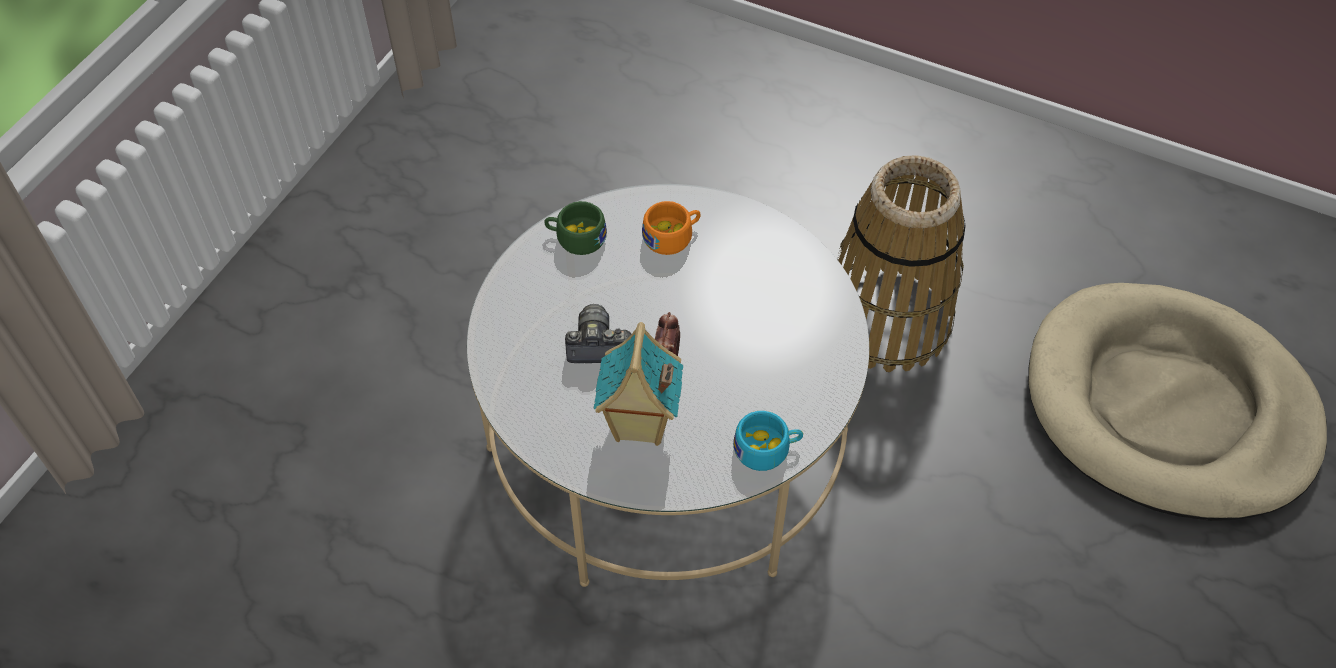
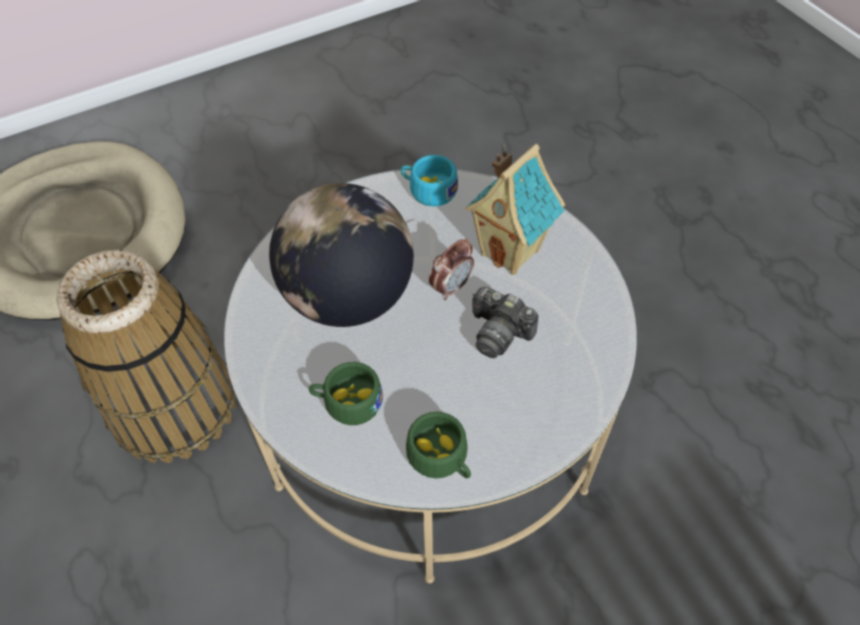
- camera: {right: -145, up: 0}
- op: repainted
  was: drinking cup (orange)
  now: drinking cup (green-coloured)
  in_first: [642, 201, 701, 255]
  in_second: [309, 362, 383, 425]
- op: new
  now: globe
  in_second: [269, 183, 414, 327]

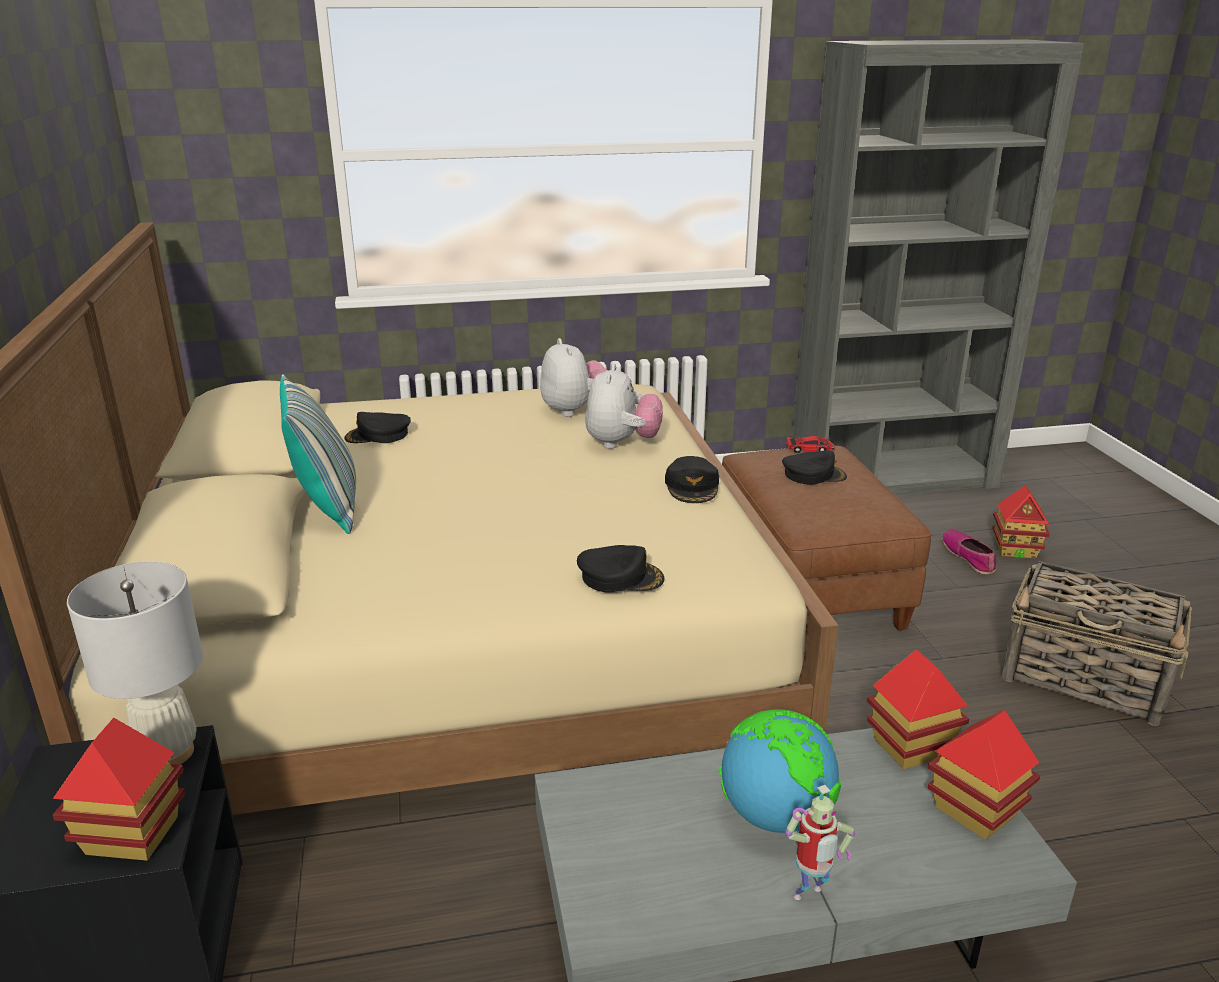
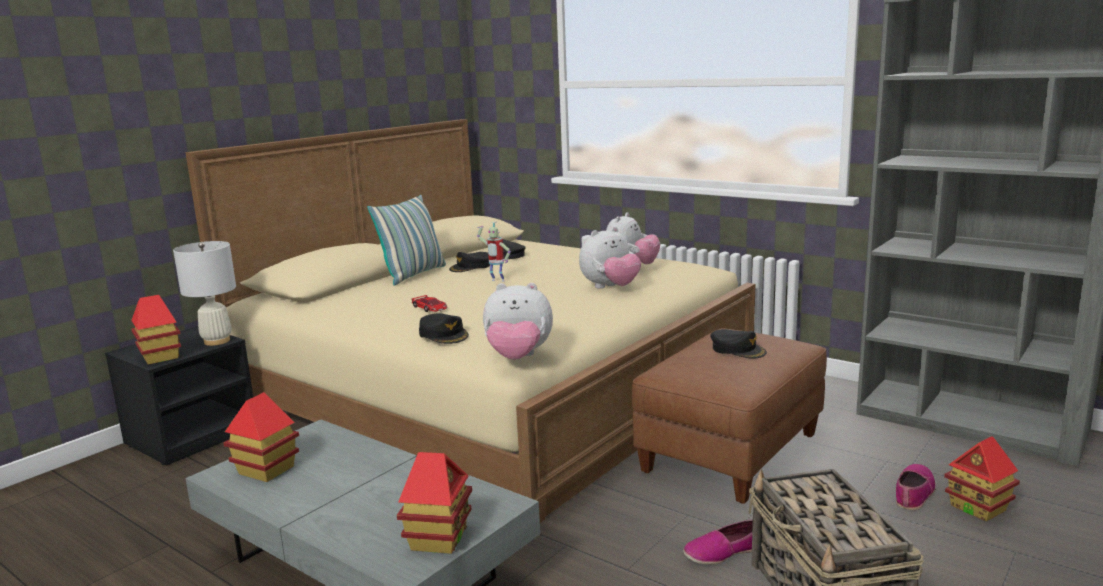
- camera: {right: 50, up: -10}
- op: shifted
  was: peaked cap (blackish)
  in_first: [665, 456, 719, 503]
  in_second: [449, 252, 490, 272]
- op: gone
  was: globe
  in_first: [719, 709, 841, 833]
- op: shifted
  was: model robot
  in_first: [785, 785, 855, 900]
  in_second: [477, 222, 511, 282]
- op: shifted
  was: miniature car
  in_first: [786, 436, 835, 453]
  in_second: [411, 295, 448, 312]
- op: shifted
  was: toy house
  in_first: [867, 649, 969, 769]
  in_second: [224, 392, 299, 482]
- op: new
  now: plush toy
  in_second: [483, 283, 553, 360]
- op: new
  now: low shoe
  in_second: [683, 520, 753, 565]

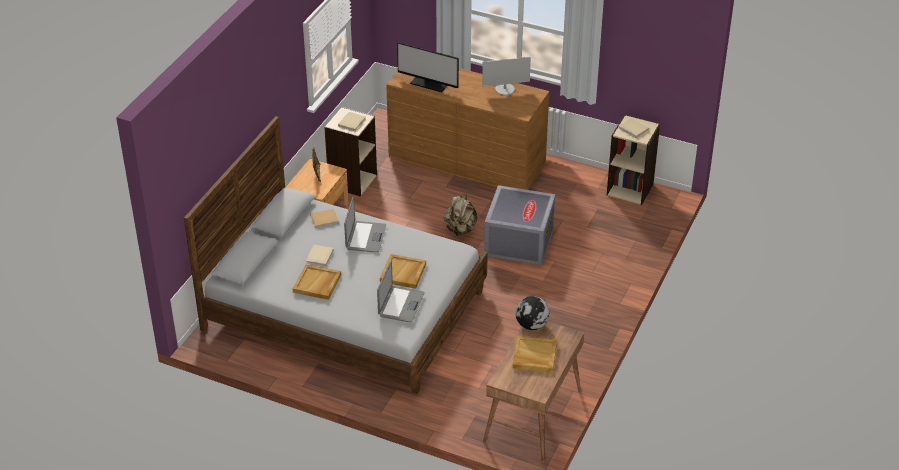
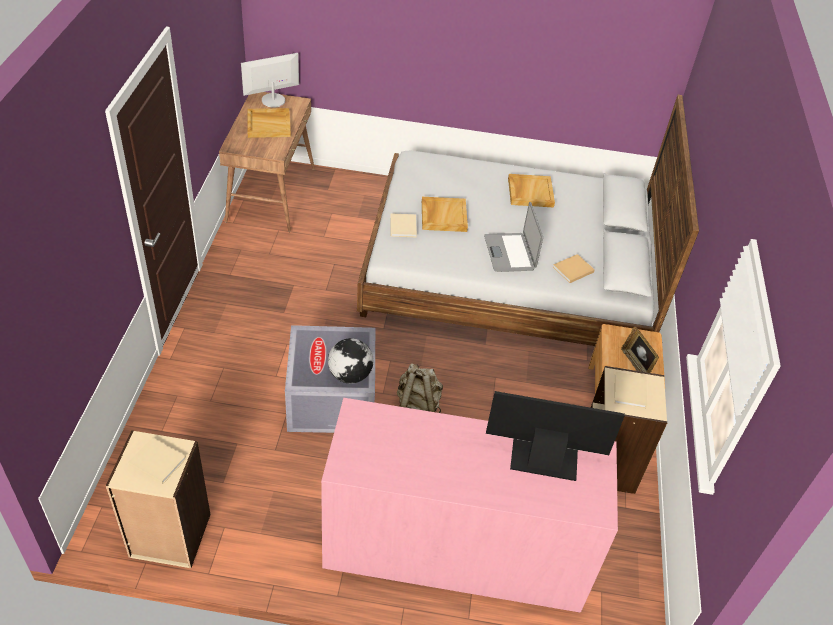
- camera: {right: 160, up: 5}
- op: shifted
  was: book (beige)
  in_first: [306, 245, 334, 266]
  in_second: [390, 213, 417, 237]
- op: gone
  was: portable computer
  in_first: [377, 261, 425, 322]
- op: repainted
  was: drawer chest (brownish)
  now: drawer chest (pinkish)
  in_first: [386, 68, 549, 190]
  in_second: [321, 398, 618, 613]
- op: shifted
  was: computer display
  in_first: [482, 56, 531, 95]
  in_second: [241, 53, 299, 108]
- op: shifted
  was: globe
  in_first: [515, 296, 550, 330]
  in_second: [328, 338, 374, 384]

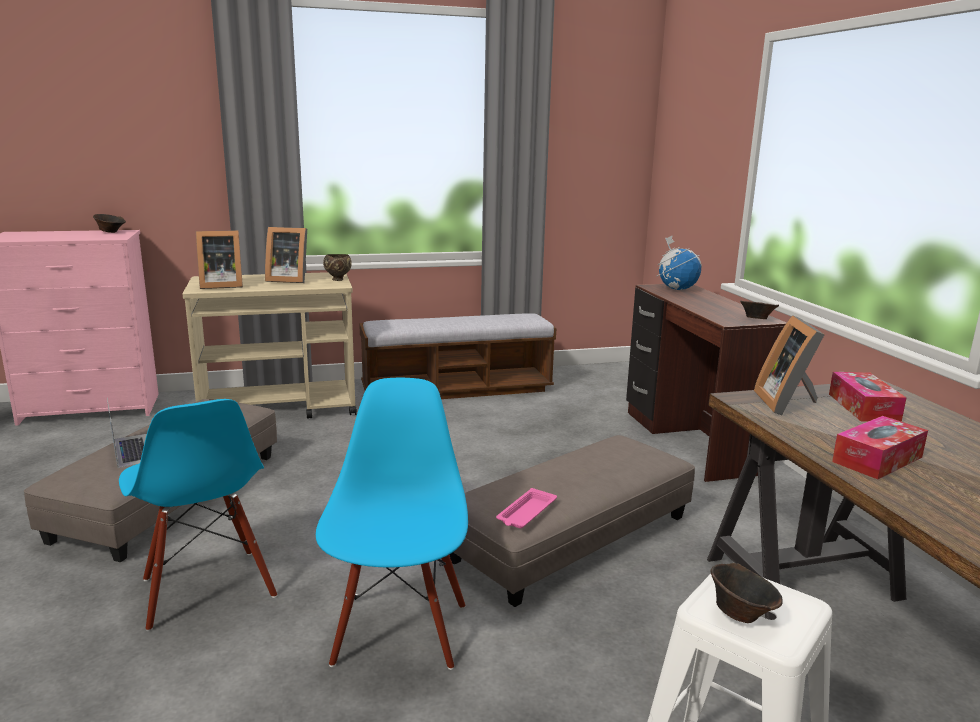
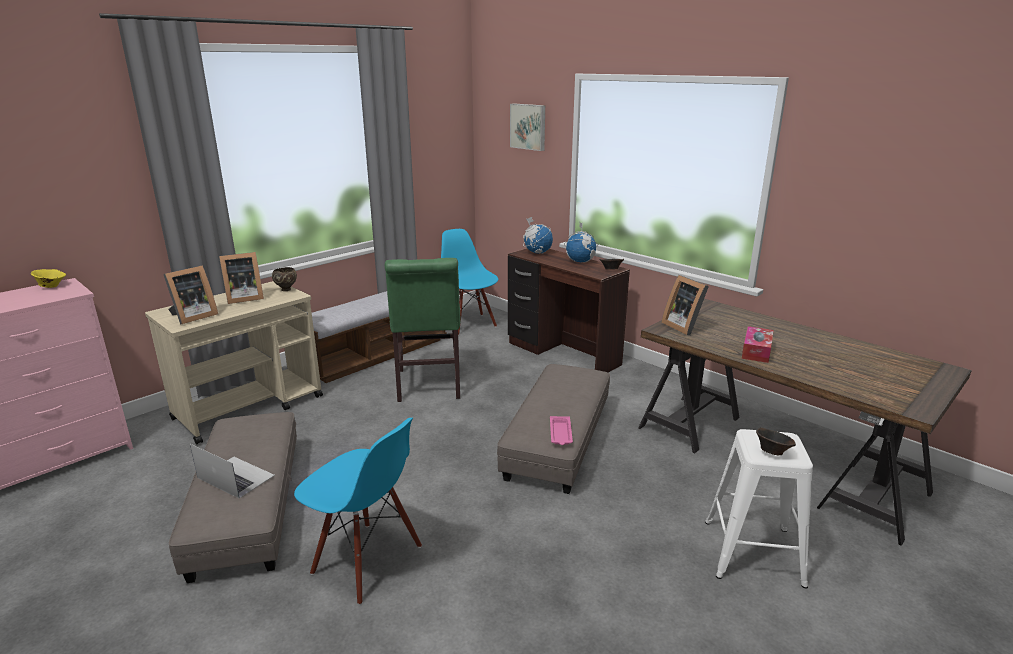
- camera: {right: -30, up: 5}
- op: repainted
  was: serving bowl (brownish)
  now: serving bowl (yellow)
  in_first: [93, 214, 126, 233]
  in_second: [31, 269, 66, 288]
- op: shifted
  was: chair (bluish)
  in_first: [316, 378, 468, 670]
  in_second: [441, 229, 498, 336]
- op: gone
  was: tissue box
  in_first: [829, 372, 906, 422]
- op: new
  now: chair (green-coloured)
  in_second: [385, 258, 460, 402]
- op: new
  now: wall art
  in_second: [510, 103, 545, 151]
- op: new
  now: globe
  in_second: [564, 222, 598, 263]

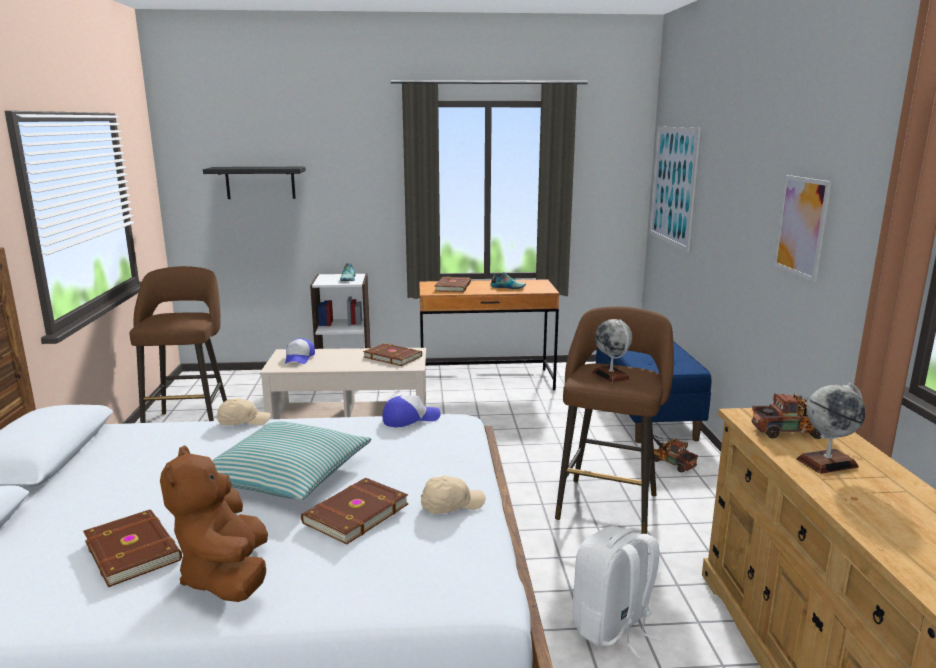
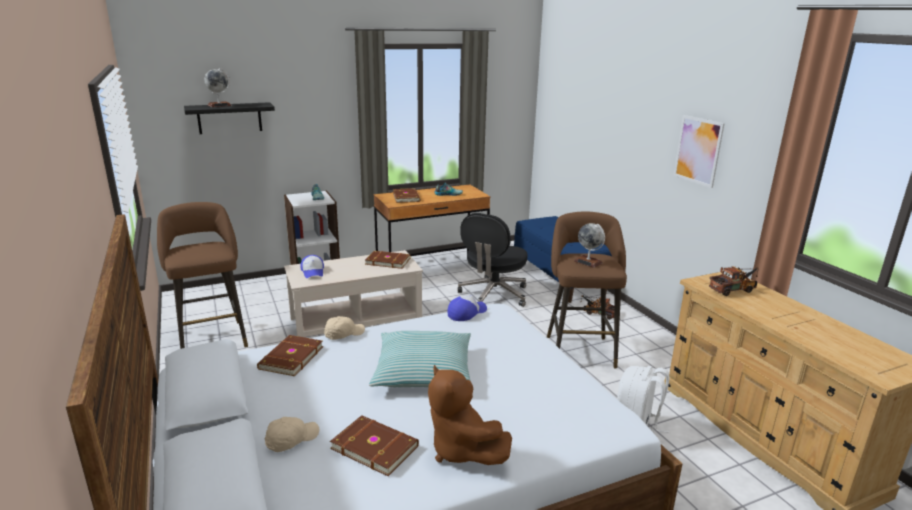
- camera: {right: -20, up: 5}
- op: shifted
  was: book (brownish)
  in_first: [301, 478, 408, 545]
  in_second: [257, 335, 323, 376]
- op: shifted
  was: peaked cap (beige)
  in_first: [421, 475, 485, 514]
  in_second: [265, 417, 319, 452]
- op: gone
  was: wall art
  in_first: [649, 127, 701, 252]
- op: shifted
  was: globe
  in_first: [797, 382, 866, 474]
  in_second: [204, 68, 232, 107]
- op: new
  now: desk chair (blackish)
  in_second: [457, 213, 528, 307]

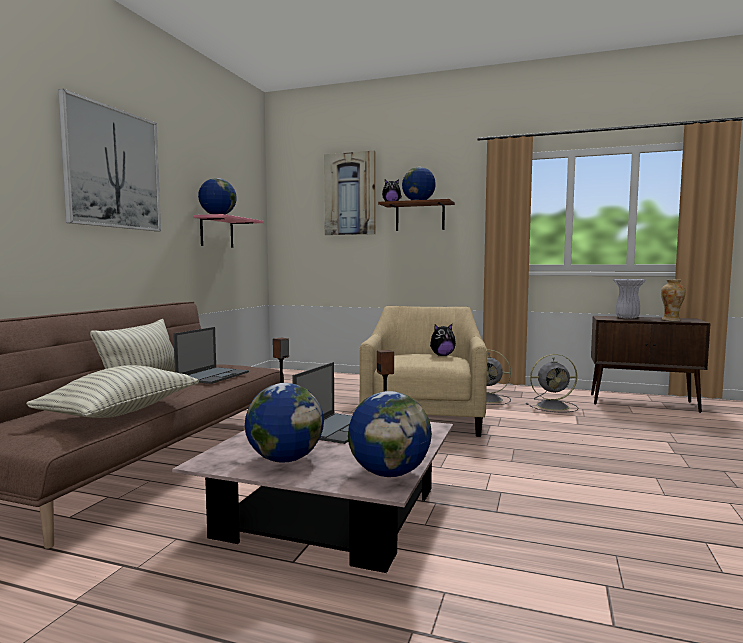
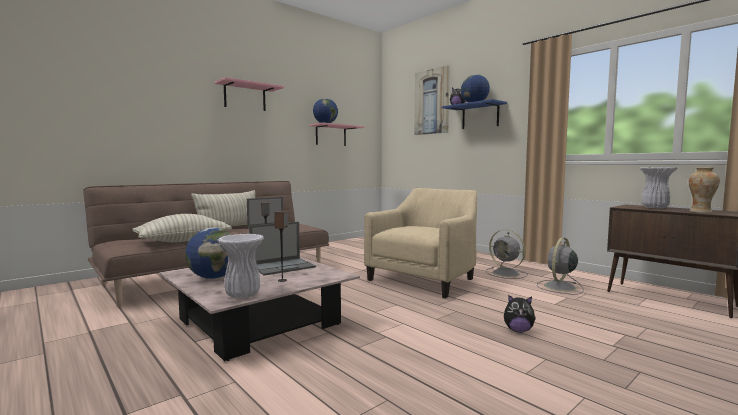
- camera: {right: 30, up: 0}
- op: swapped
  was: wall art
  now: bracket shelf (pinkish)
  in_first: [58, 89, 161, 231]
  in_second: [215, 77, 284, 111]
- op: swapped
  was: globe
  now: flower vase (white-coloured)
  in_first: [348, 391, 432, 477]
  in_second: [217, 234, 264, 298]
- op: repainted
  was: bracket shelf (brownish)
  now: bracket shelf (bluish)
  in_first: [378, 199, 455, 231]
  in_second: [442, 99, 507, 129]
- op: shifted
  was: plush toy
  in_first: [430, 324, 456, 356]
  in_second: [504, 295, 536, 332]
- op: rotated
  was: fan (greyish)
  in_first: [526, 354, 578, 412]
  in_second: [537, 237, 584, 295]
  clockwise: 105

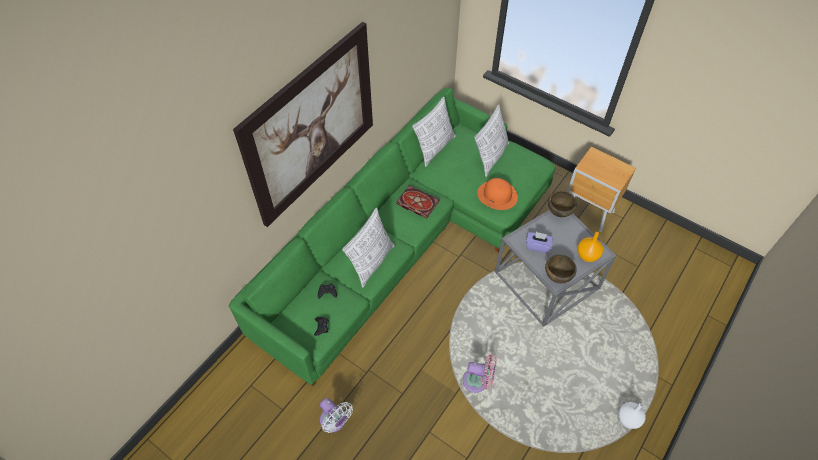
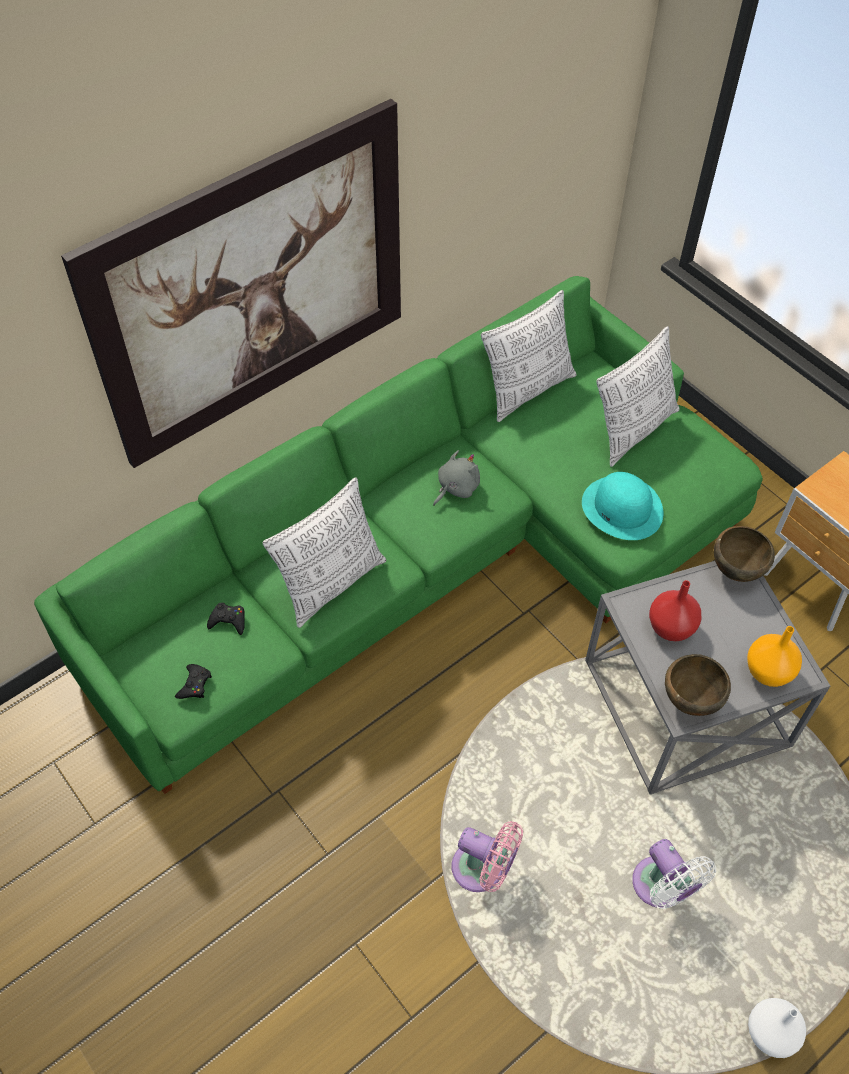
- camera: {right: 15, up: 0}
- op: shifted
  was: fan (white-coloured)
  in_first: [320, 398, 353, 433]
  in_second: [632, 839, 716, 909]
- op: swapped
  was: book
  now: plush toy (greyish)
  in_first: [397, 185, 440, 218]
  in_second: [433, 450, 480, 506]
- op: repainted
  was: wearable hat (orange)
  now: wearable hat (turquoise-coloured)
  in_first: [477, 178, 518, 210]
  in_second: [582, 472, 664, 540]
- op: swapped
  was: tissue box (purple)
  now: flower vase (red-coloured)
  in_first: [526, 232, 553, 253]
  in_second: [649, 580, 701, 641]

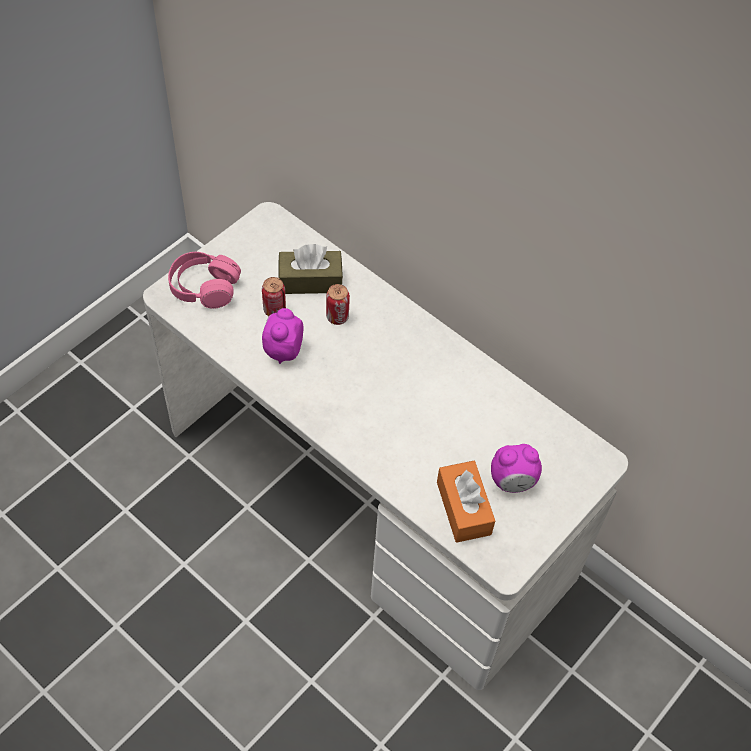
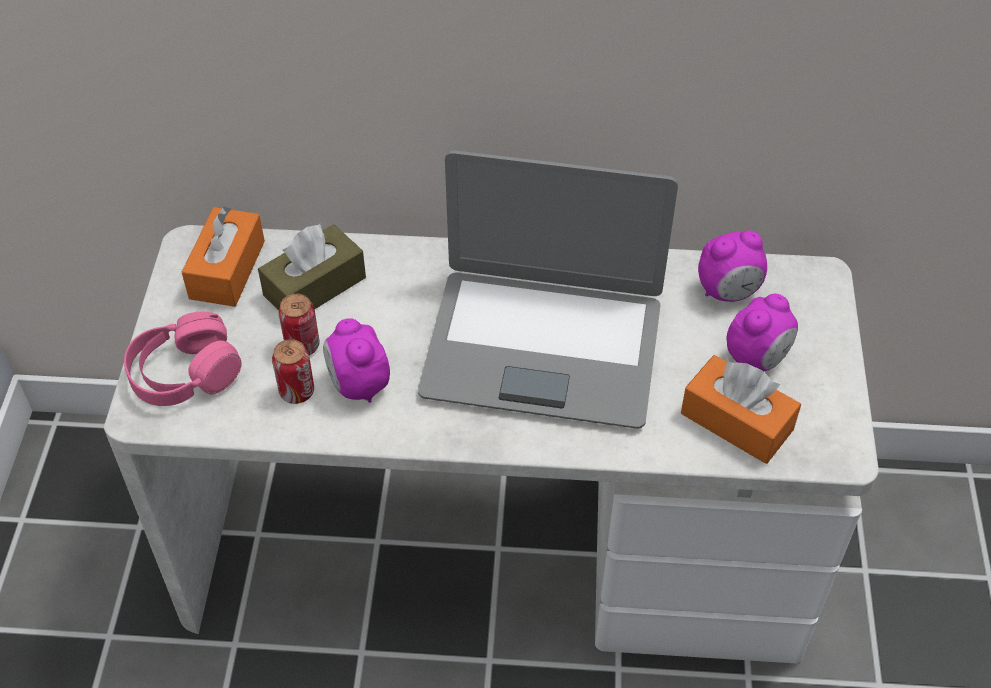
- camera: {right: -35, up: -5}
- op: shifted
  was: sealed can
  in_first: [326, 284, 350, 325]
  in_second: [272, 339, 314, 404]
- op: new
  now: tissue box (orange)
  in_second: [182, 207, 265, 307]
- op: new
  now: portable computer
  in_second: [418, 150, 678, 429]
- op: new
  now: table clock
  in_second: [698, 230, 767, 302]

